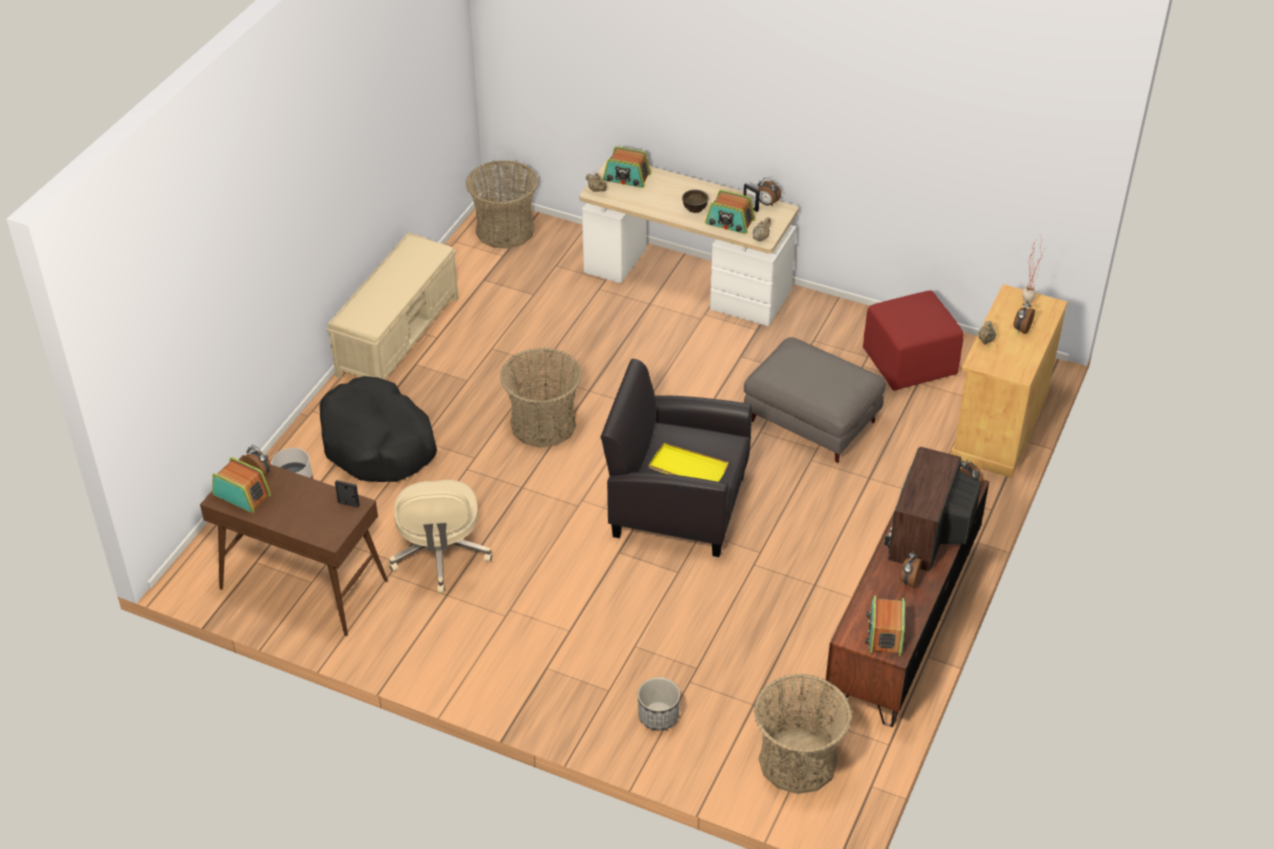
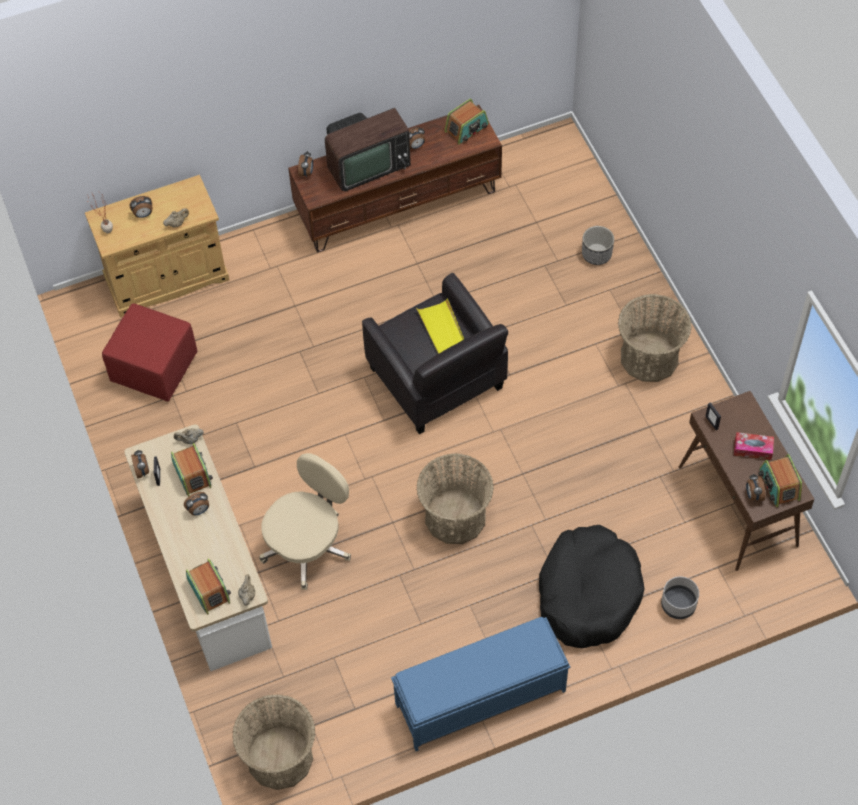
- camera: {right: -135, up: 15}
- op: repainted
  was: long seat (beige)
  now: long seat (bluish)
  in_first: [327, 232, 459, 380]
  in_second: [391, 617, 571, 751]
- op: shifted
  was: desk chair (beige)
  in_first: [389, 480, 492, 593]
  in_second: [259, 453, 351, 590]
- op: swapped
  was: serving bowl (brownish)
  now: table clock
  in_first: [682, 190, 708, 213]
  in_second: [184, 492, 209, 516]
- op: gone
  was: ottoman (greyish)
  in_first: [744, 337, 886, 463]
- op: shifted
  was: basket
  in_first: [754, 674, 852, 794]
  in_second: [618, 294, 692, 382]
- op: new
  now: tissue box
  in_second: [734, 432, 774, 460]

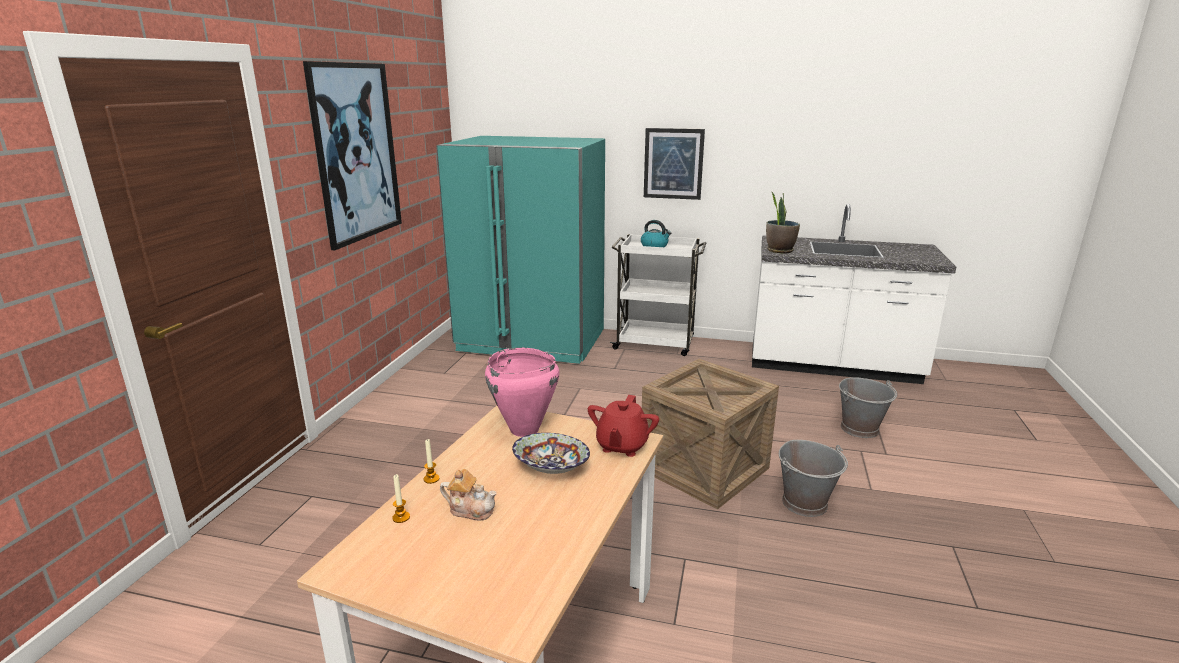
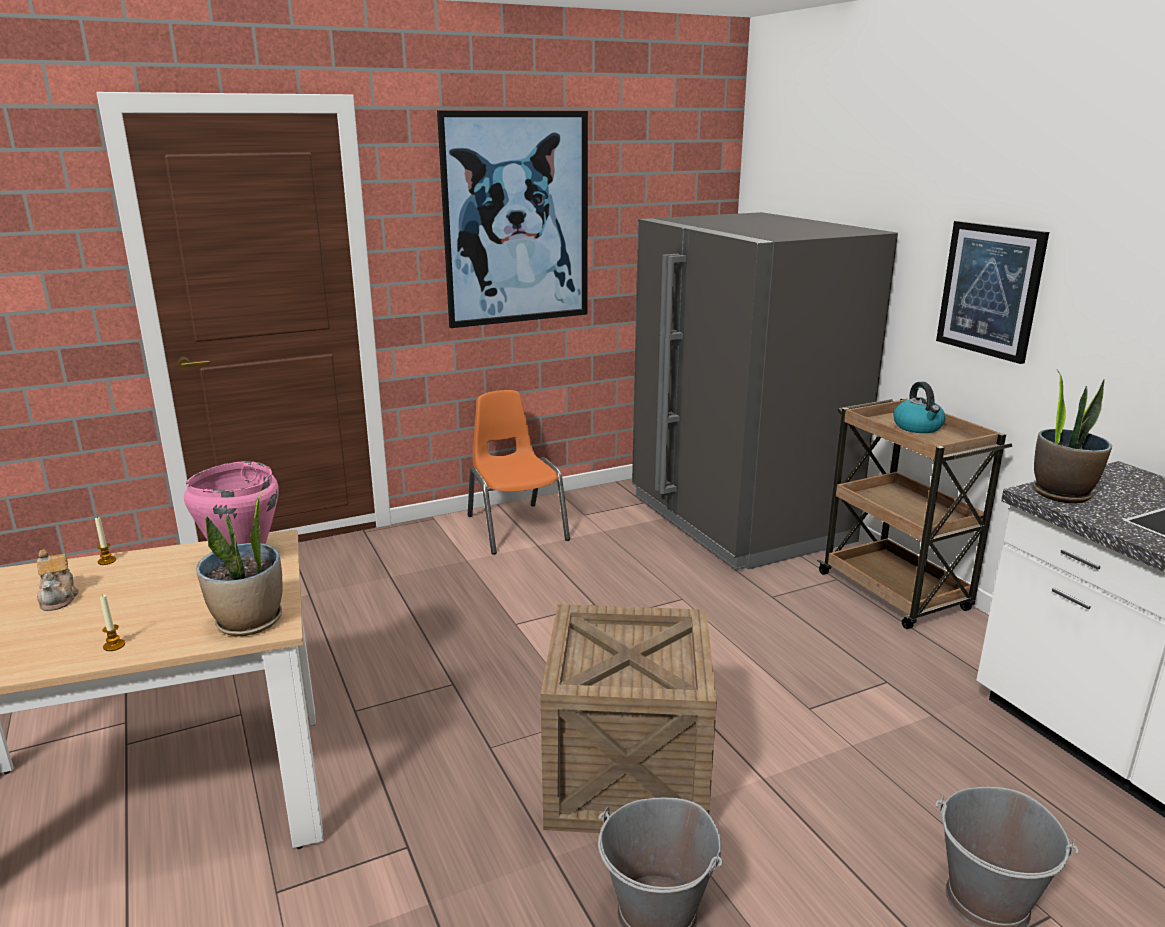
- camera: {right: 50, up: 0}
- op: shifted
  was: wax light
  in_first: [392, 474, 410, 523]
  in_second: [100, 594, 125, 651]
- op: repainted
  was: kitchen fridge (turquoise-coloured)
  now: kitchen fridge (greyish)
  in_first: [436, 136, 605, 364]
  in_second: [632, 212, 898, 570]
- op: gone
  was: serving bowl
  in_first: [512, 433, 590, 474]
- op: swapped
  was: pot for tea (red-coloured)
  now: houseplant
  in_first: [588, 395, 659, 457]
  in_second: [196, 492, 283, 636]
- op: repainted
  was: cart (white-coloured)
  now: cart (brownish)
  in_first: [610, 234, 706, 356]
  in_second: [817, 398, 1012, 629]
- op: new
  now: chair (orange)
  in_second: [468, 390, 570, 555]

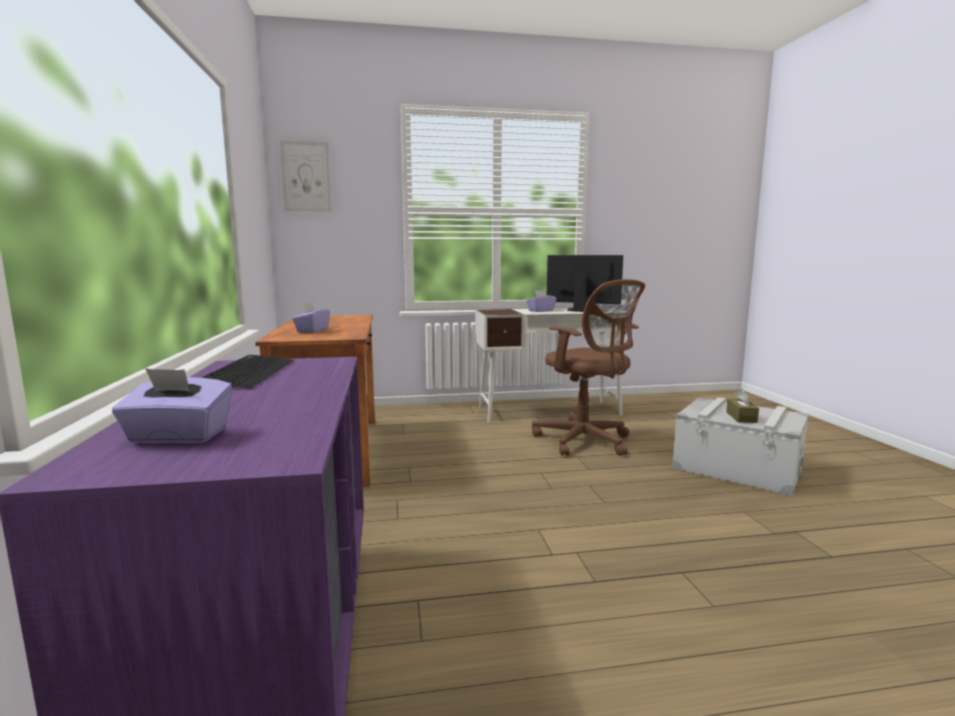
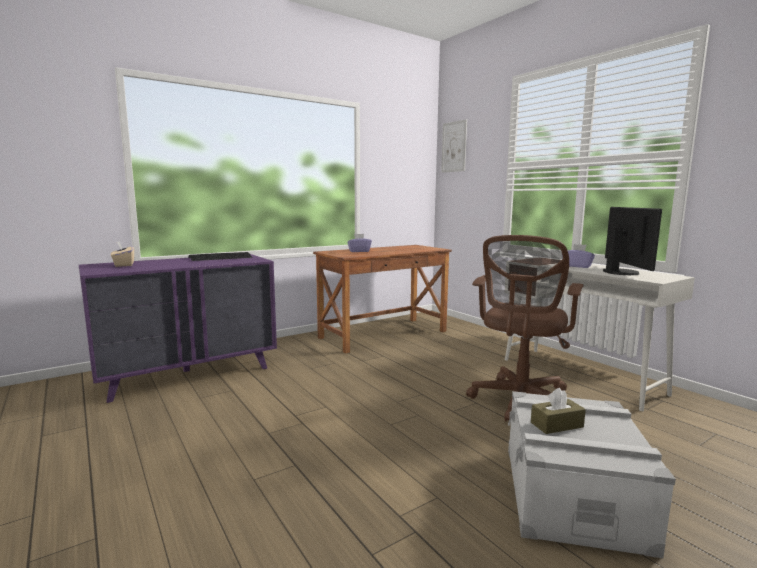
- camera: {right: 65, up: 0}
- op: repainted
  was: tissue box (purple)
  now: tissue box (beige)
  in_first: [112, 368, 232, 443]
  in_second: [111, 242, 134, 267]

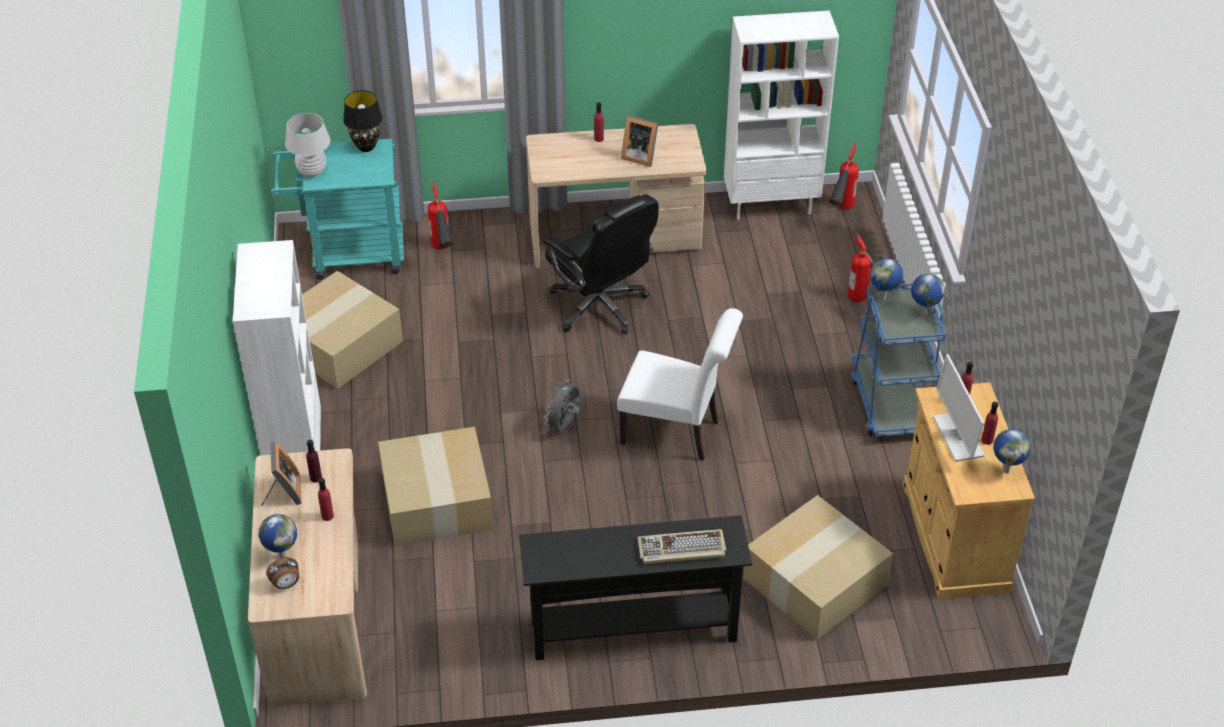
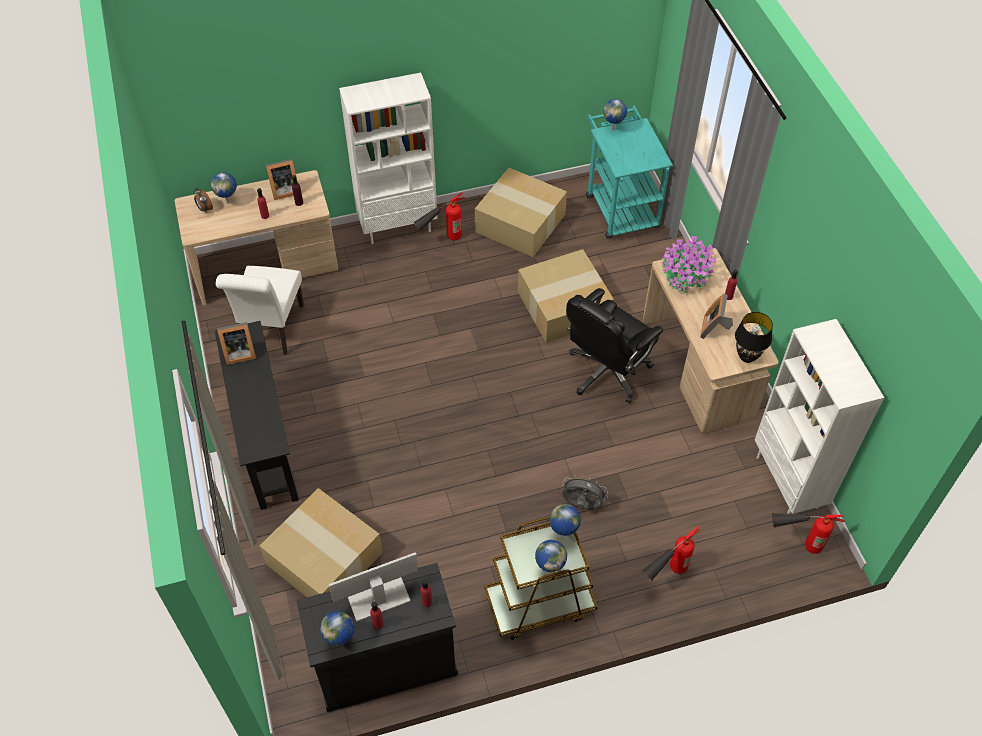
- camera: {right: 80, up: 10}
- op: swapped
  was: table lamp (white-coloured)
  now: globe
  in_first: [285, 113, 330, 177]
  in_second: [603, 99, 627, 130]
- op: shifted
  was: table lamp (blackish)
  in_first: [343, 90, 383, 152]
  in_second: [735, 312, 773, 363]
- op: shifted
  was: carton
  in_first: [378, 427, 493, 546]
  in_second: [518, 249, 614, 343]
- op: shifted
  was: fire-fighting cylinder
  in_first: [428, 181, 454, 249]
  in_second: [414, 192, 466, 240]
- op: shifted
  was: fan (greyish)
  in_first: [545, 379, 581, 431]
  in_second: [562, 475, 608, 509]
- op: shifted
  was: chair (white-coloured)
  in_first: [617, 308, 743, 461]
  in_second: [216, 266, 304, 355]
- op: gone
  was: PC keyboard
  in_first: [637, 529, 726, 564]
- op: repainted
  was: cart (bluish)
  now: cart (brownish)
  in_first: [851, 283, 946, 437]
  in_second: [485, 517, 598, 640]
- op: repainted
  was: storage cabinet (beige)
  now: storage cabinet (blackish)
  in_first: [902, 382, 1035, 599]
  in_second: [297, 563, 458, 712]
- op: new
  now: standing frame
  in_second: [217, 322, 256, 365]
- op: new
  now: houseplant
  in_second: [661, 236, 716, 293]

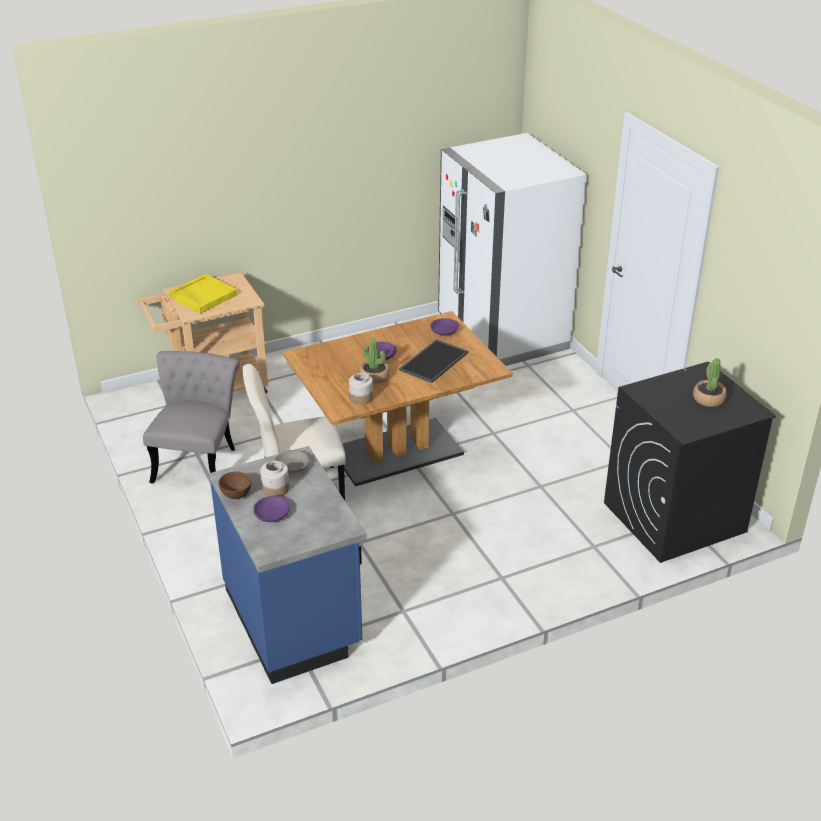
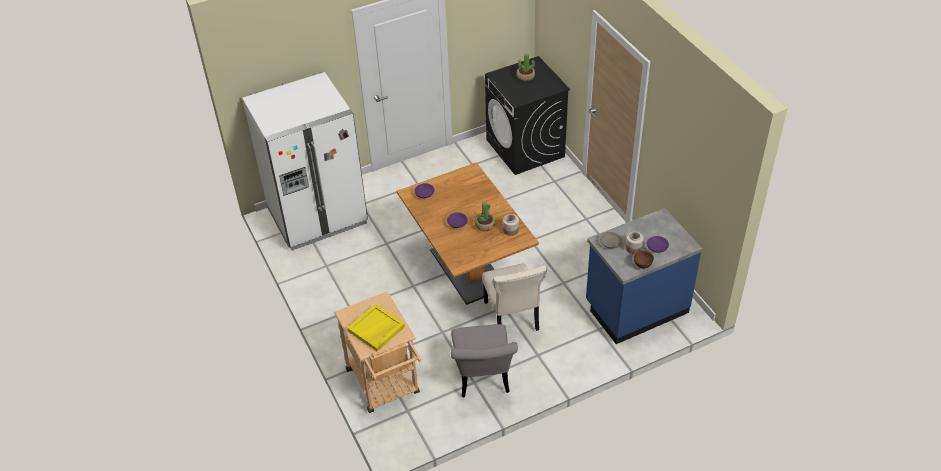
- camera: {right: -90, up: 10}
- op: rotated
  was: chair (greyish)
  in_first: [143, 351, 240, 484]
  in_second: [451, 324, 518, 398]
  clockwise: -105
- op: gone
  was: serving tray
  in_first: [399, 339, 469, 383]

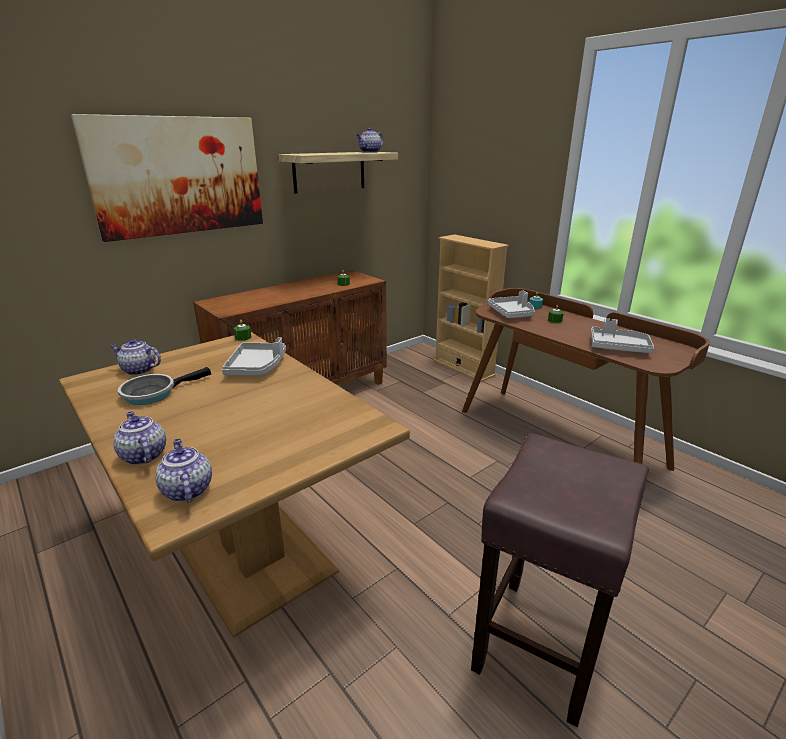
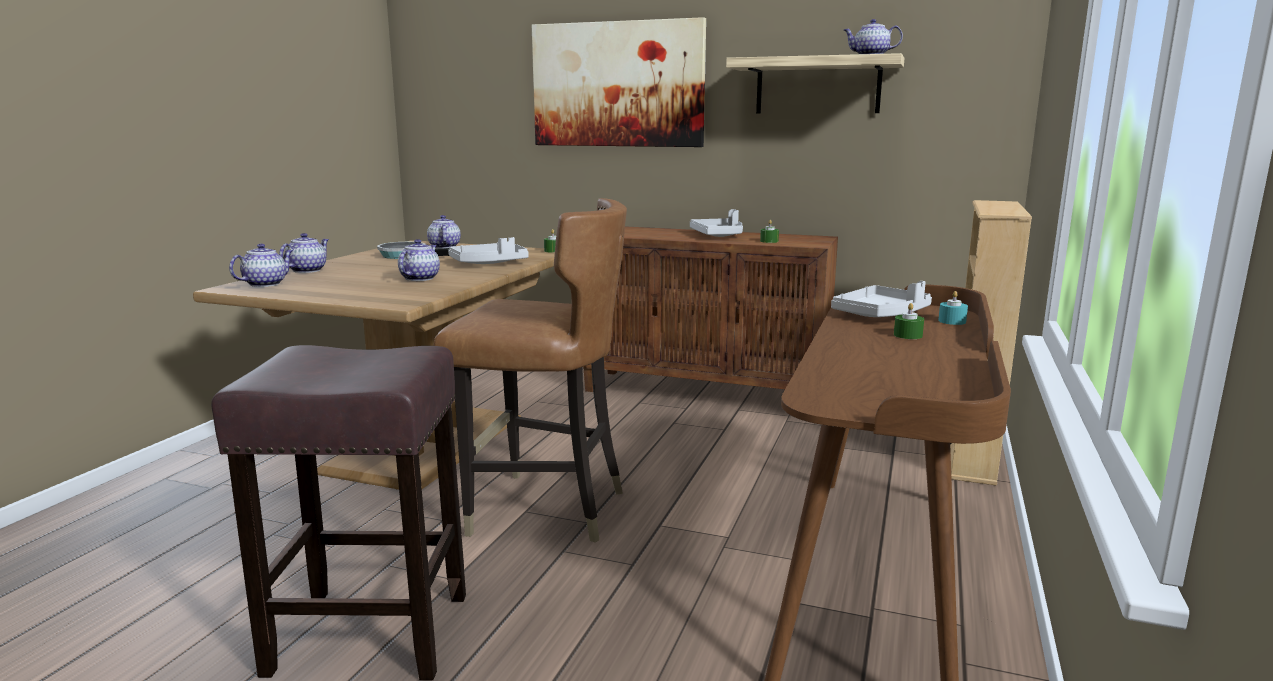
- camera: {right: 60, up: -10}
- op: shifted
  was: serving tray (greyish)
  in_first: [591, 318, 654, 353]
  in_second: [690, 209, 743, 237]
- op: new
  now: pot for tea
  in_second: [398, 239, 440, 281]
- op: new
  now: chair (brownish)
  in_second: [434, 198, 627, 543]

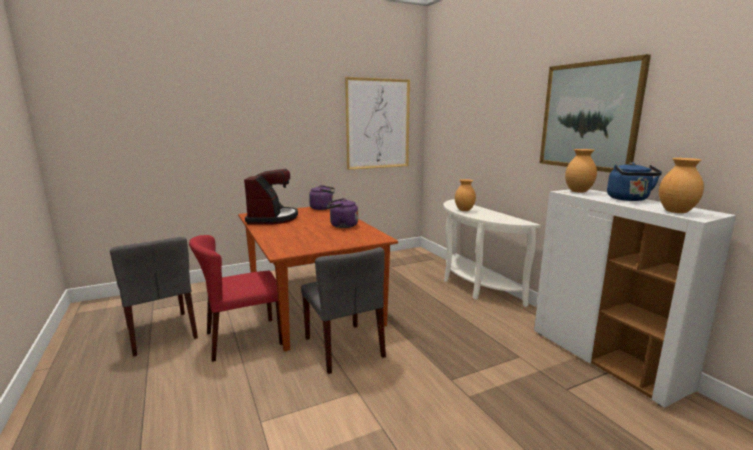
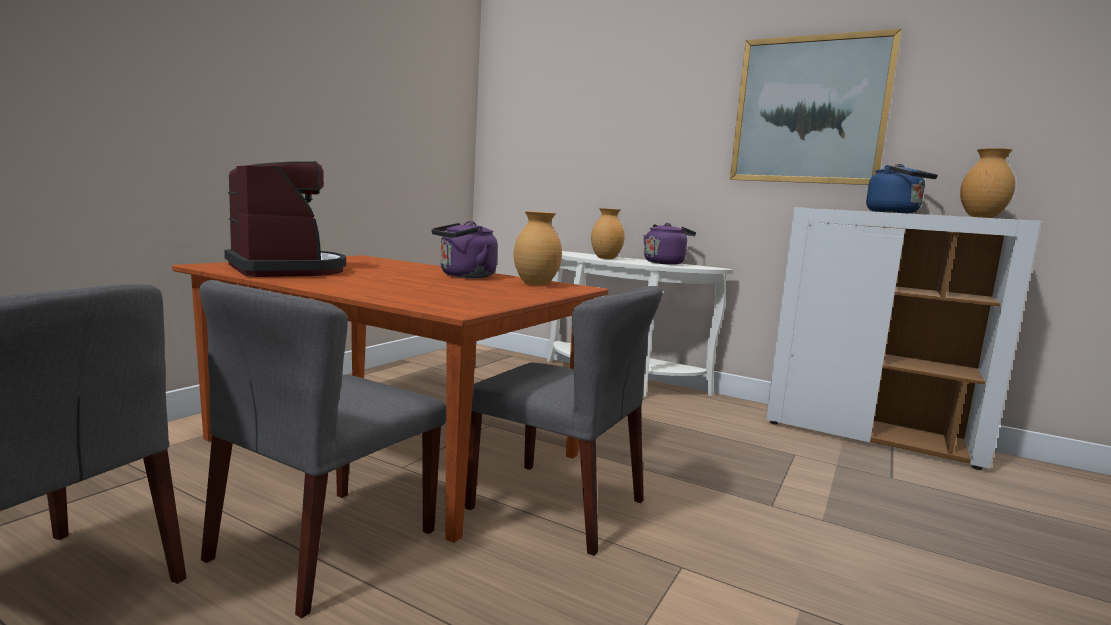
- camera: {right: -35, up: -5}
- op: repainted
  was: chair (red-coloured)
  now: chair (greyish)
  in_first: [189, 235, 283, 362]
  in_second: [199, 280, 446, 618]
- op: shifted
  was: kettle (purple)
  in_first: [309, 185, 335, 210]
  in_second: [643, 223, 696, 265]
- op: gone
  was: wall art
  in_first: [345, 77, 410, 170]
- op: shifted
  was: flower vase (brownish)
  in_first: [565, 149, 597, 193]
  in_second: [514, 211, 562, 285]

